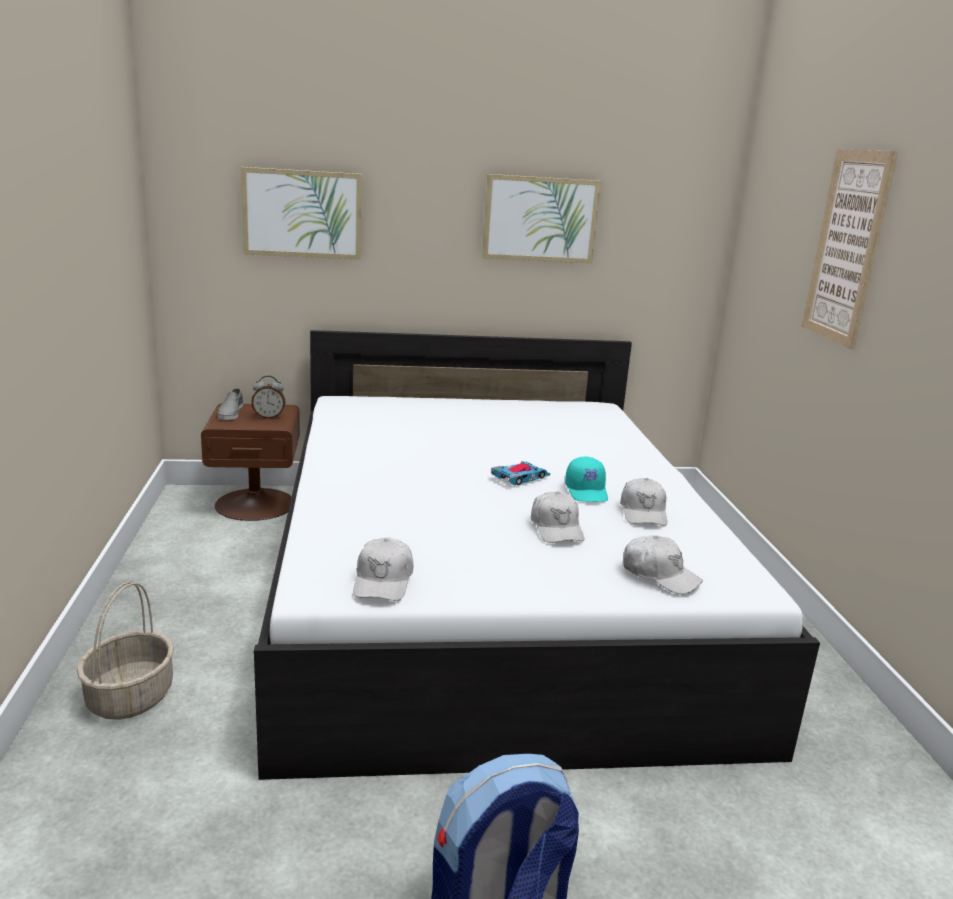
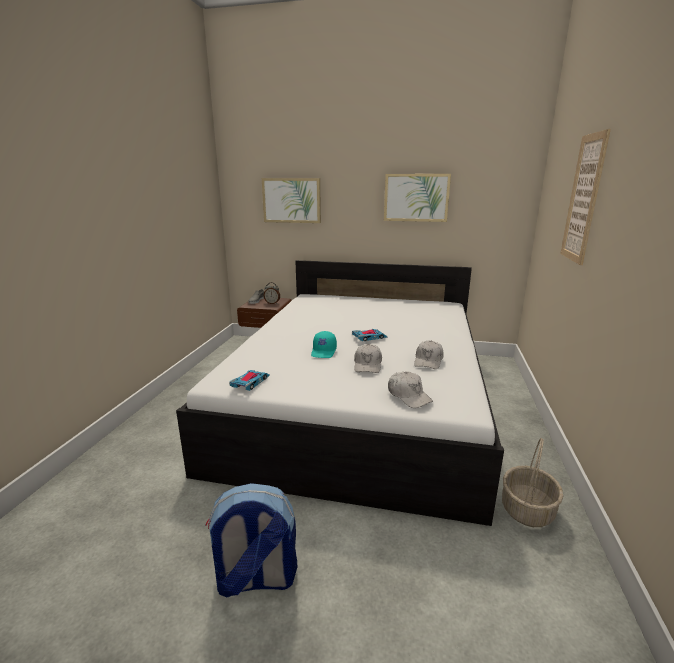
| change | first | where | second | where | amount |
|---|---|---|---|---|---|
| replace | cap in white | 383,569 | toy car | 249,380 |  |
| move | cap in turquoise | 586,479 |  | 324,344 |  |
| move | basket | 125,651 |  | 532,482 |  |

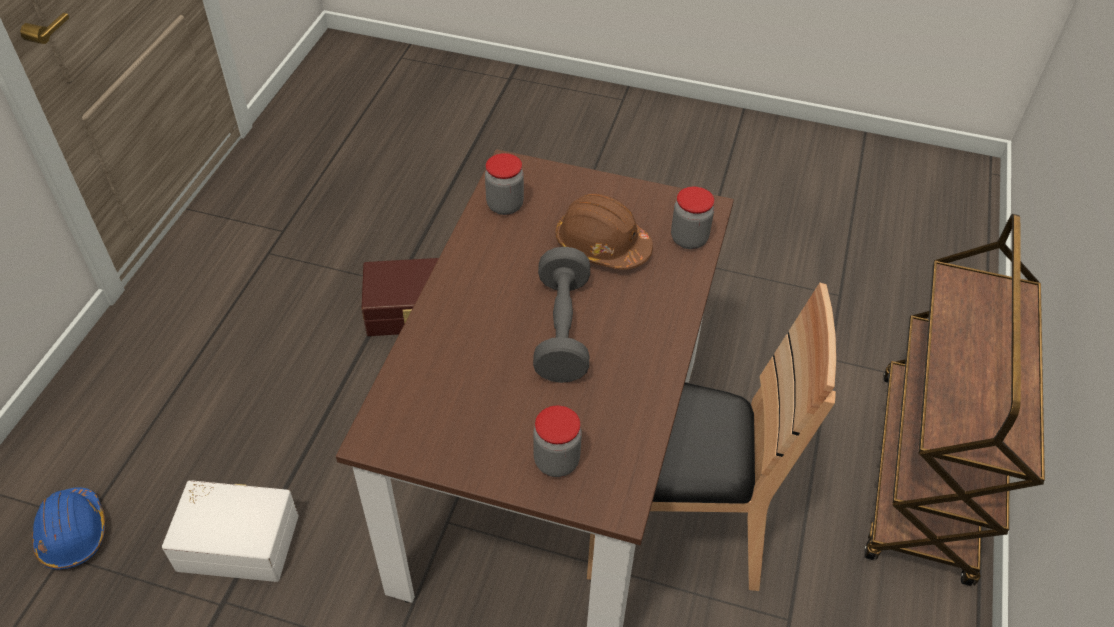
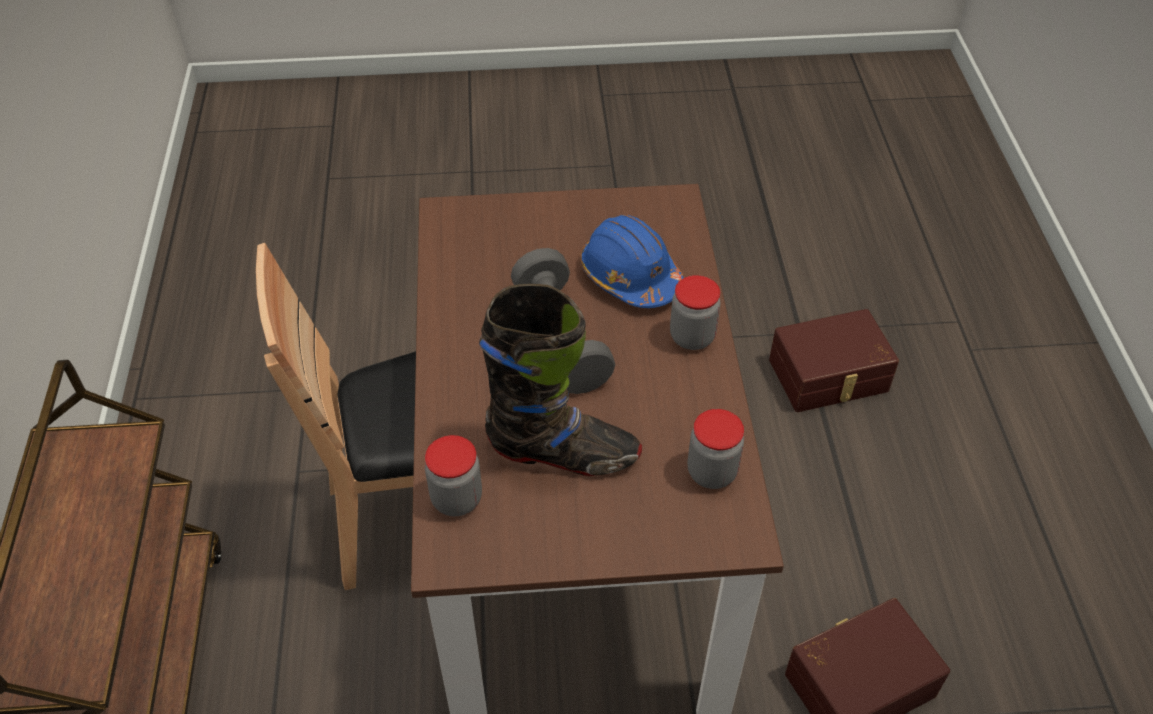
| change | first | where | second | where | amount |
|---|---|---|---|---|---|
| replace | hard hat in brown | 604,232 | boot in black | 560,380 |  |
| move | hard hat in blue | 68,529 |  | 631,261 |  |
| move | jar | 557,441 |  | 695,312 |  |
| recolor | storage box in white | 230,531 | storage box in brown | 834,360 |  |

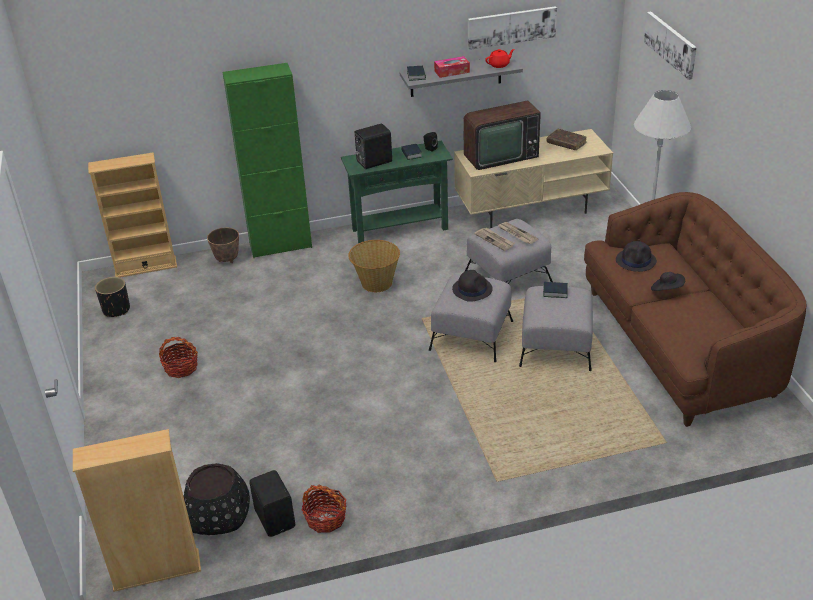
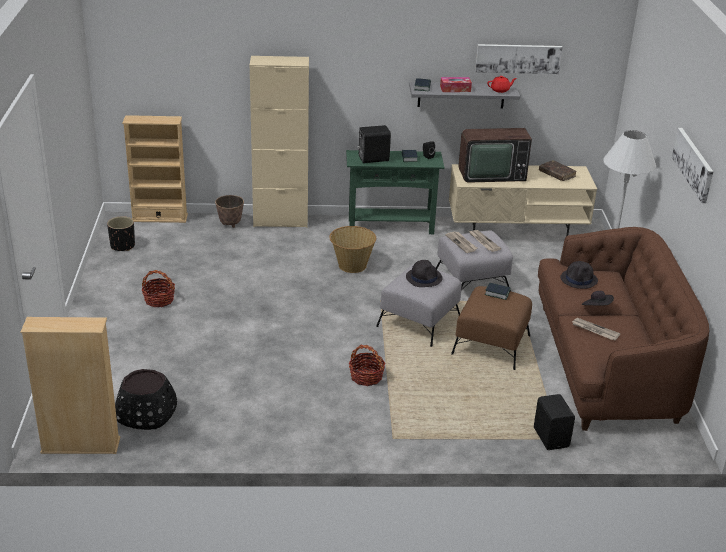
| change | first | where | second | where | amount |
|---|---|---|---|---|---|
| recolor | cabinet in green | 267,160 | cabinet in beige | 279,142 |  |
| move | basket | 324,509 |  | 367,365 |  |
| recolor | ottoman in grey | 556,328 | ottoman in brown | 491,328 |  |
| move | speaker in black | 272,503 |  | 554,422 |  |
| insert |  |  | newspaper | 596,329 |  |
| move | picture | 670,46 |  | 692,165 |  |

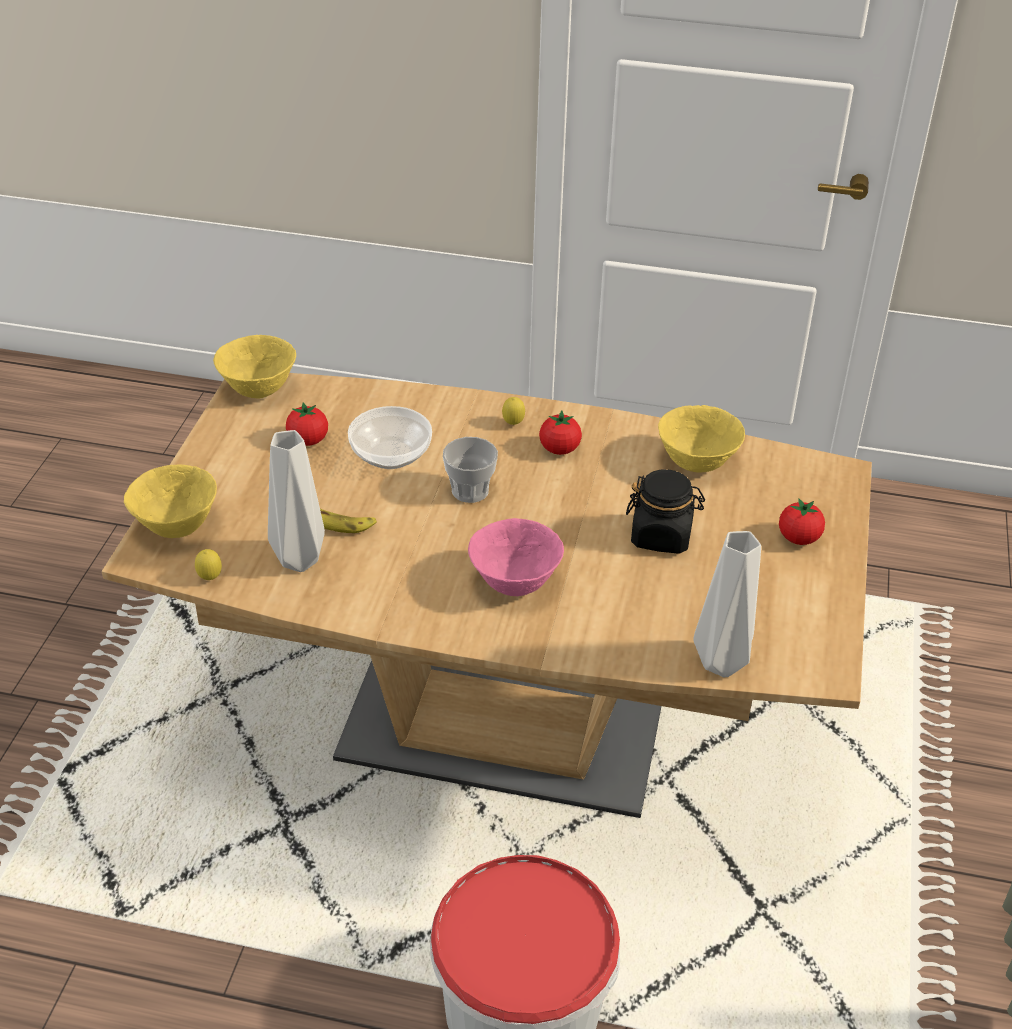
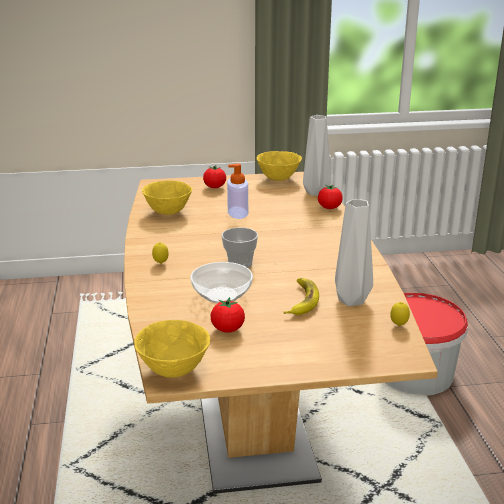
| change | first | where | second | where | amount |
|---|---|---|---|---|---|
| replace | jar in black | 665,511 | soap dispenser | 237,191 |  |
| move | bowl in yellow | 170,501 |  | 279,166 |  |
| move | tomato | 560,432 |  | 330,197 |  |
| delete | bowl in pink | 516,557 |  |  |  |

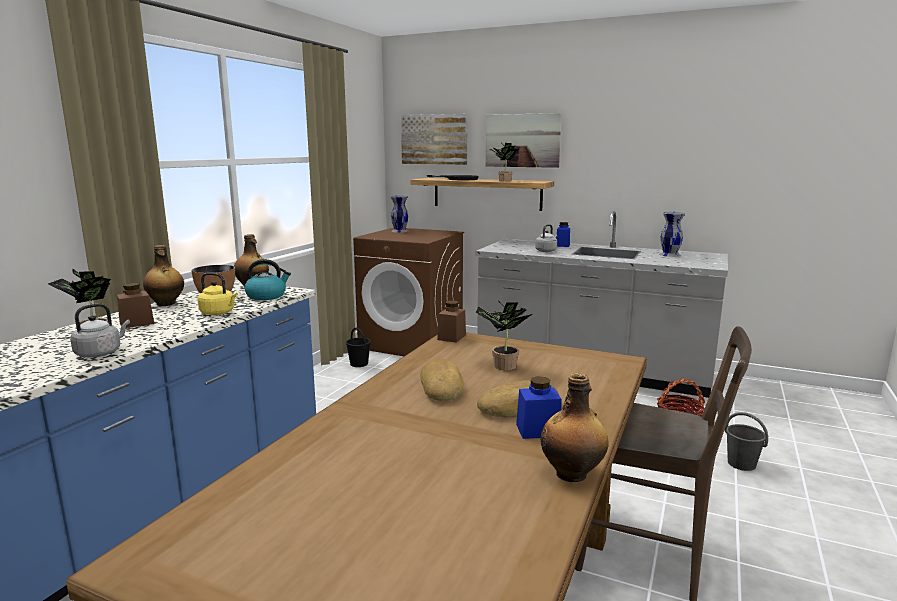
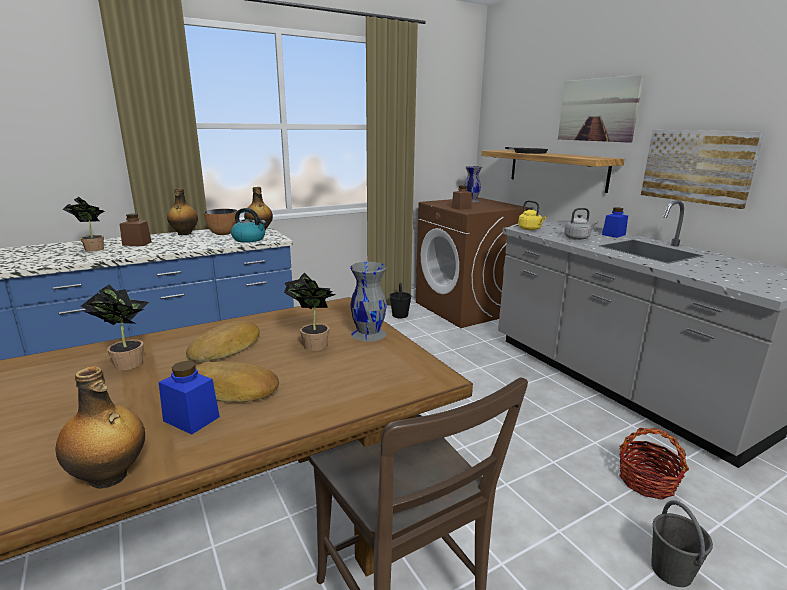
| change | first | where | second | where | amount |
|---|---|---|---|---|---|
| move | potted plant | 504,162 |  | 115,327 |  |
| move | vase in grey | 672,234 |  | 368,302 |  |
| move | jar in brown | 451,322 |  | 462,198 |  |
| move | kettle in yellow | 218,293 |  | 532,215 |  |
| move | picture | 434,139 |  | 703,169 |  |
| delete | kettle in grey | 100,330 |  |  |  |

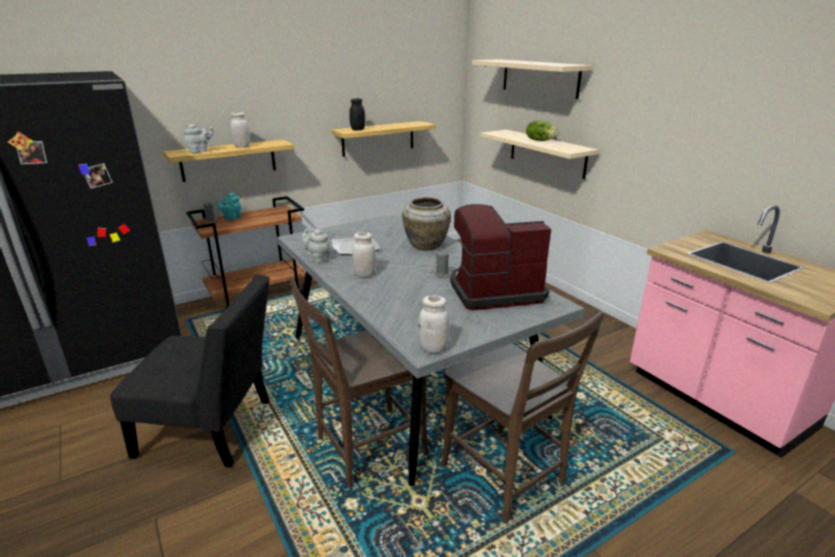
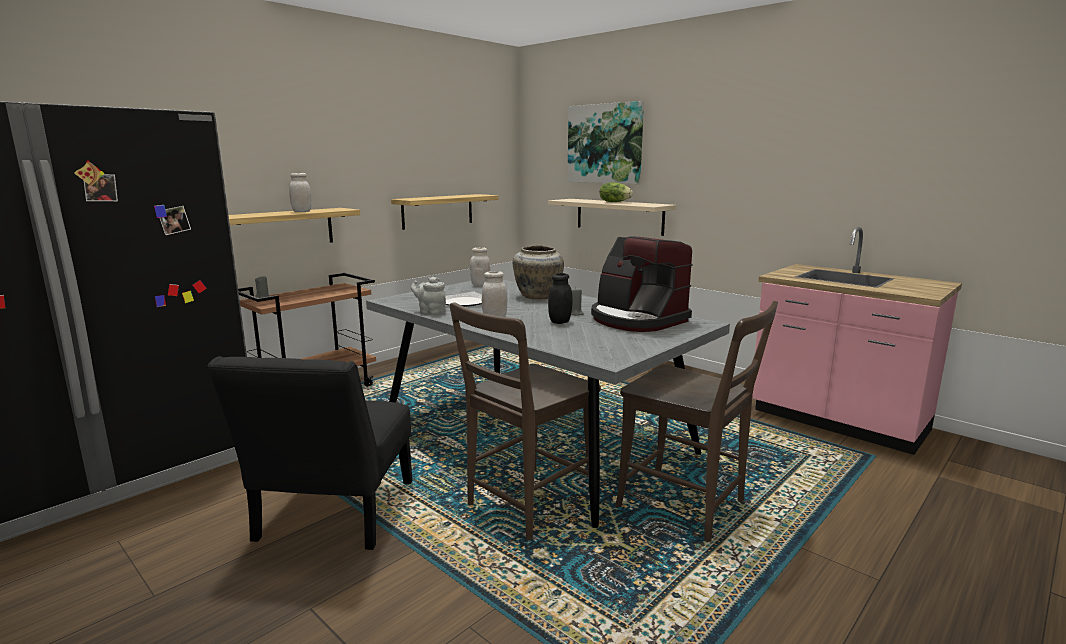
| change | first | where | second | where | amount |
|---|---|---|---|---|---|
| rotate | chair in black | 190,371 |  | 310,453 | 105 degrees clockwise |
| move | jar in white | 433,324 |  | 480,266 |  |
| move | jar in black | 357,114 |  | 560,298 |  |
| replace | shelf in beige | 532,79 | picture | 605,142 |  |
| rotate | coffee machine | 500,257 |  | 642,284 | 105 degrees counterclockwise |
| delete | teapot in grey | 198,138 |  |  |  |
| delete | teapot in turquoise | 229,206 |  |  |  |

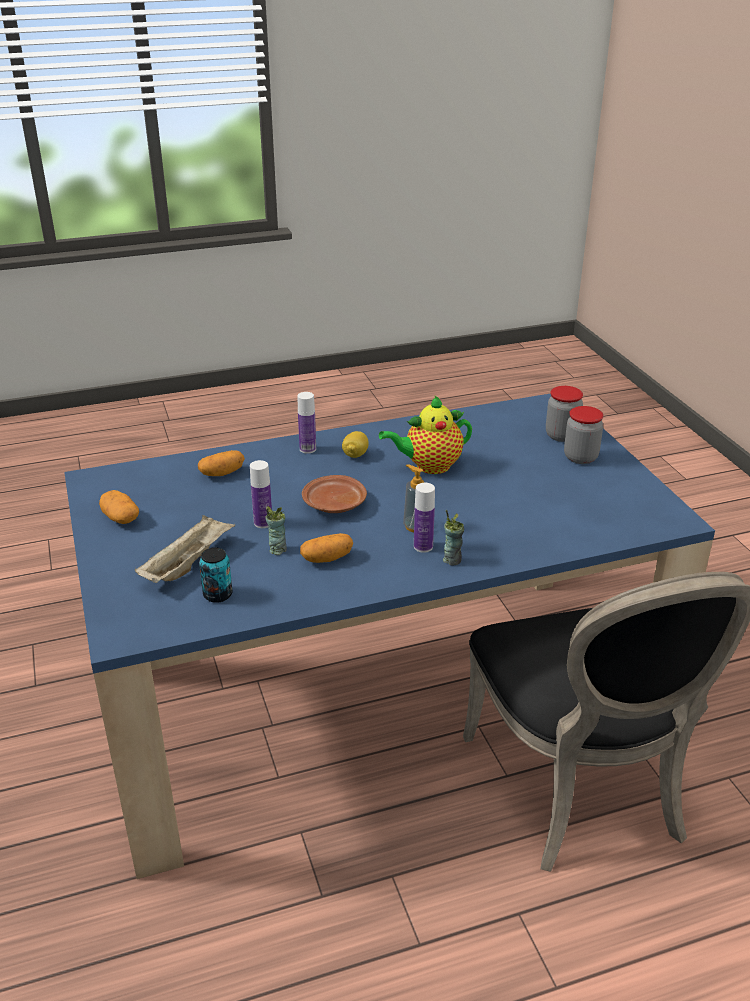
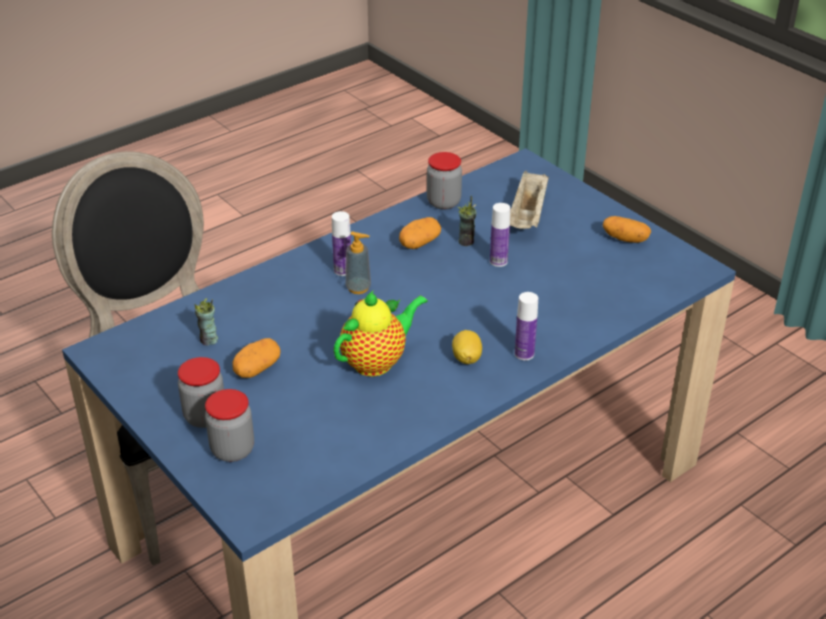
| change | first | where | second | where | amount |
|---|---|---|---|---|---|
| move | cup | 453,537 |  | 206,322 |  |
| move | potato | 221,463 |  | 256,358 |  |
| insert |  |  | jar | 444,181 |  |
| delete | can | 215,575 |  |  |  |
| delete | plate in brown | 334,494 |  |  |  |

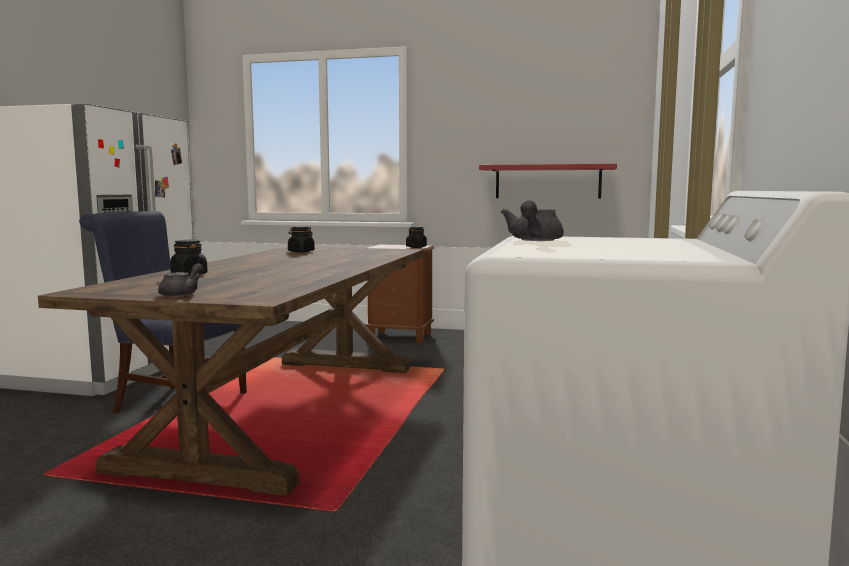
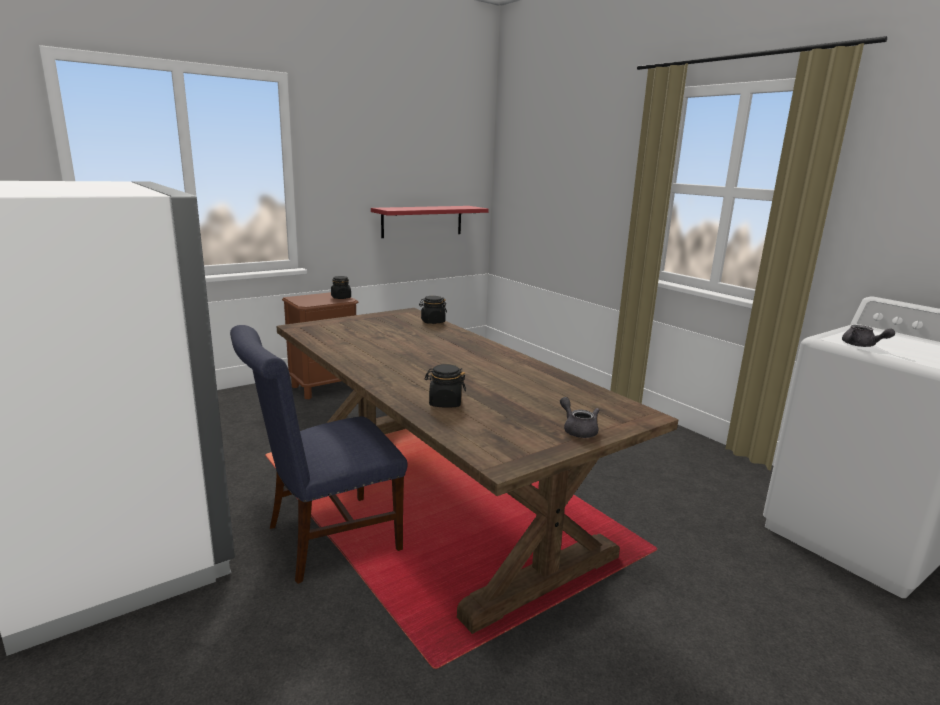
| change | first | where | second | where | amount |
|---|---|---|---|---|---|
| move | jar in black | 301,239 |  | 433,310 |  |

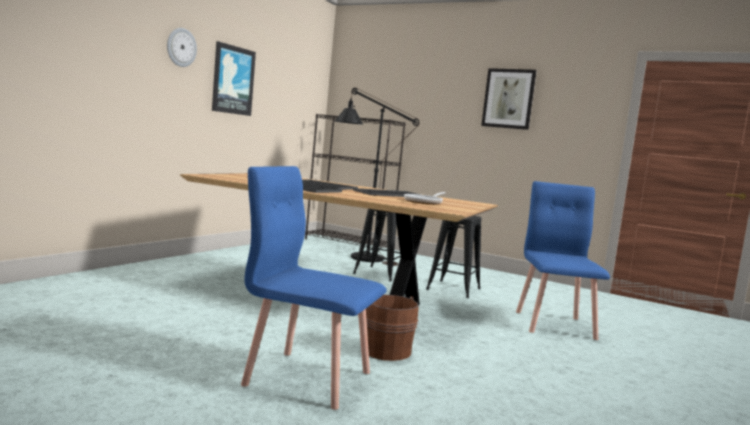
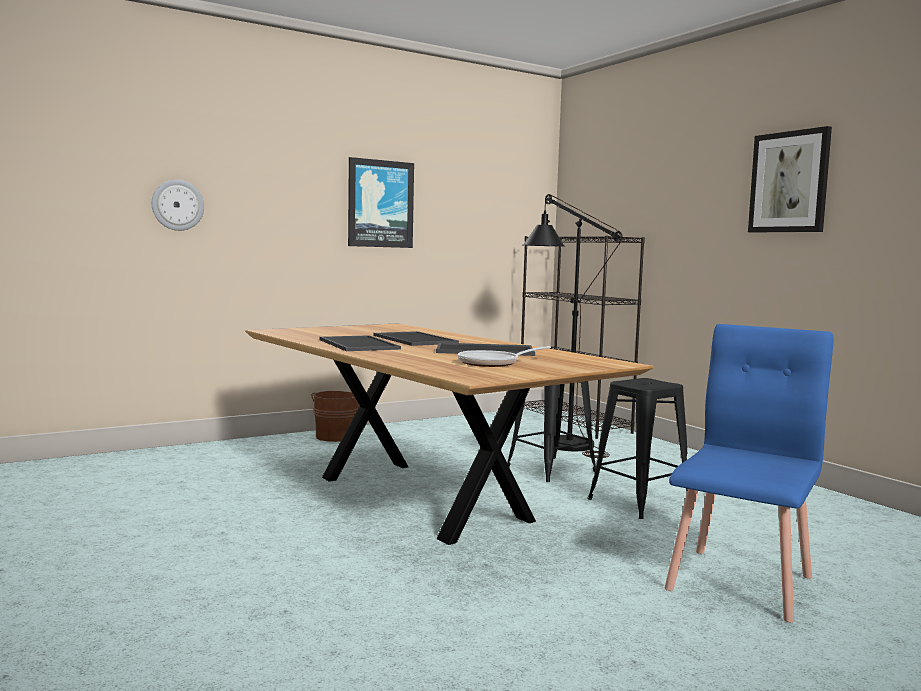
| change | first | where | second | where | amount |
|---|---|---|---|---|---|
| move | wall clock | 182,47 |  | 178,205 |  |
| move | bucket in brown | 392,327 |  | 335,416 |  |
| delete | chair in blue | 314,288 |  |  |  |

